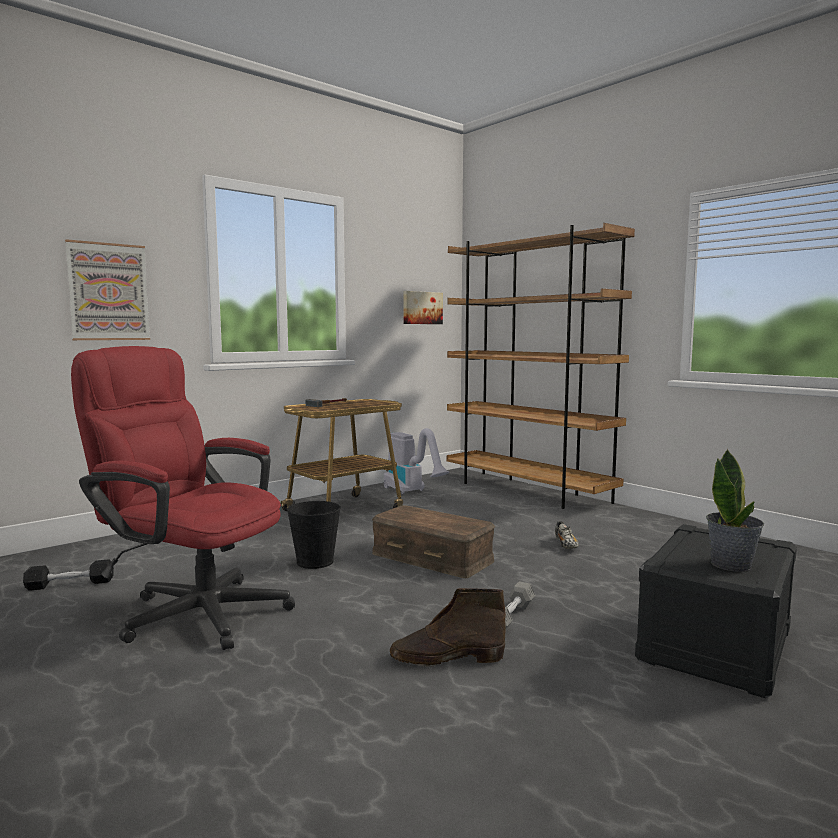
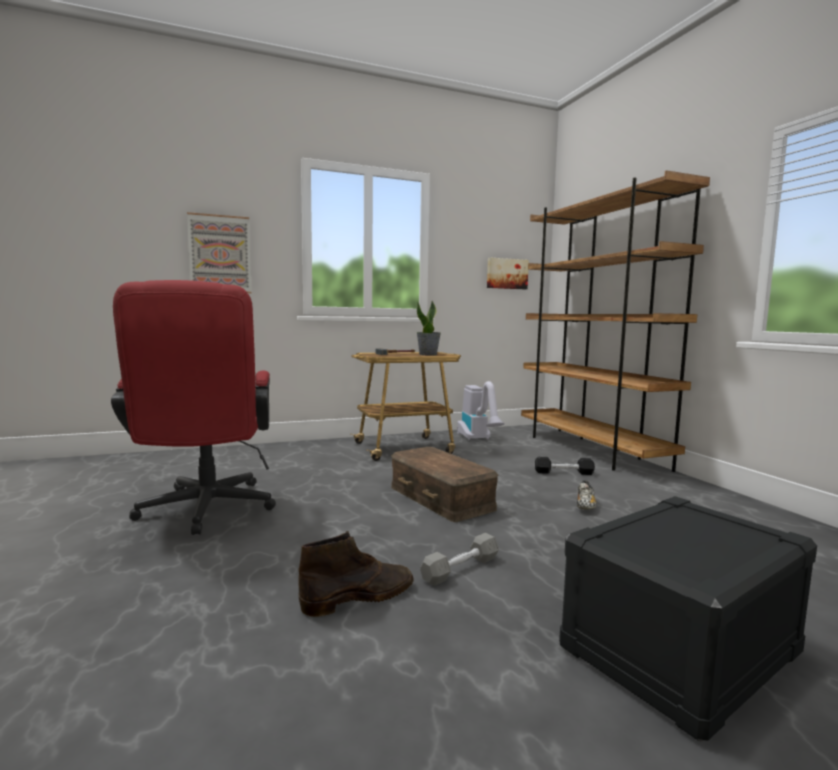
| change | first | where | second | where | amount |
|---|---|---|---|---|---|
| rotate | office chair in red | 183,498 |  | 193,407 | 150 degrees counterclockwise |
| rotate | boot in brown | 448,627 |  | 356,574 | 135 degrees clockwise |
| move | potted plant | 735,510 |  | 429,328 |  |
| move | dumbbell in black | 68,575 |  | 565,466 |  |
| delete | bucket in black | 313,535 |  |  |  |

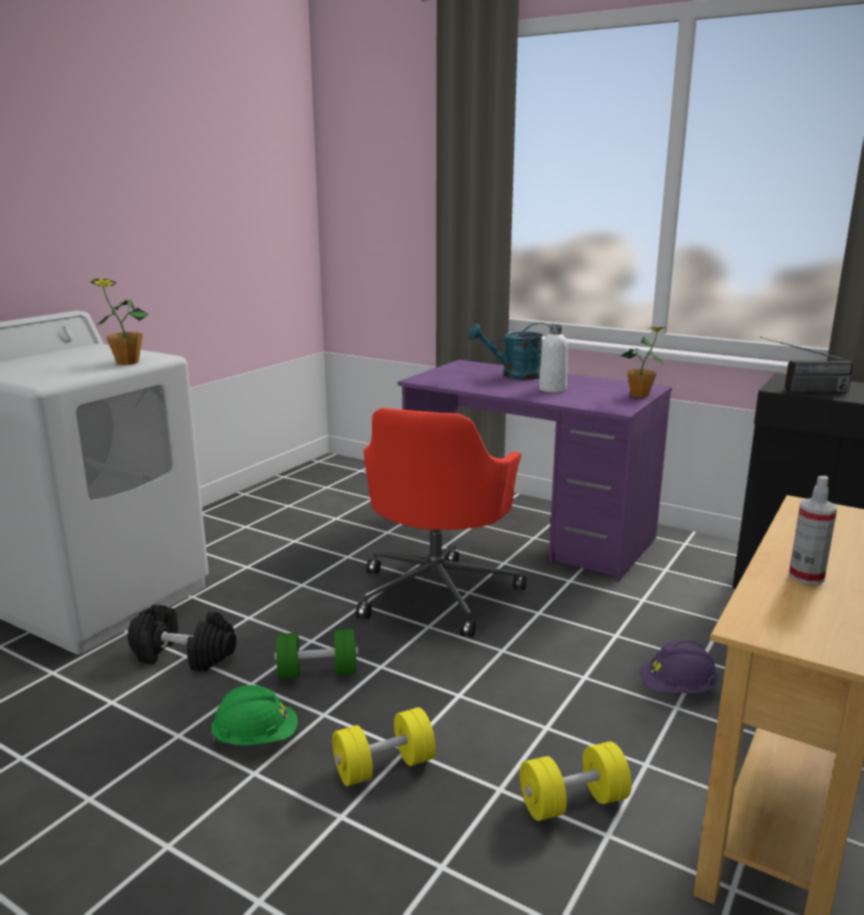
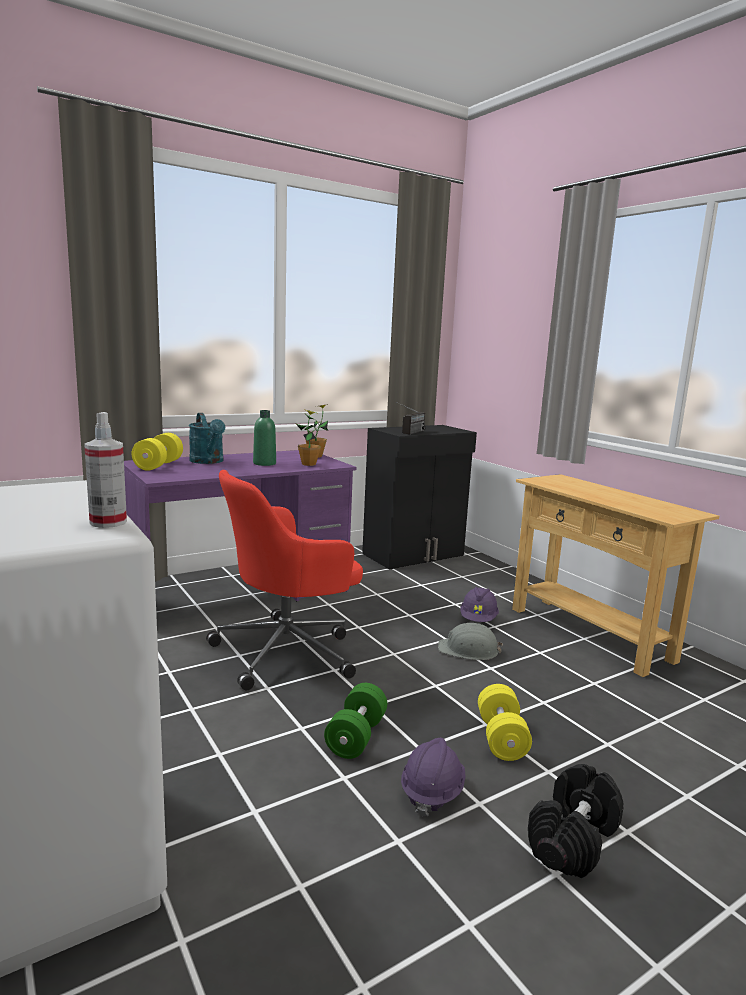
| change | first | where | second | where | amount |
|---|---|---|---|---|---|
| move | spray bottle | 813,530 |  | 105,470 |  |
| move | dumbbell in yellow | 576,781 |  | 157,452 |  |
| rotate | watering can in turquoise | 509,351 |  | 207,438 | 45 degrees counterclockwise |
| rotate | office chair in red | 441,522 |  | 284,580 | 105 degrees clockwise |
| recolor | bottle in white | 553,358 | bottle in green | 264,438 |  |
| move | potted plant | 119,322 |  | 311,438 |  |
| recolor | hard hat in green | 254,715 | hard hat in purple | 433,777 |  |
| insert |  |  | hard hat in grey | 470,641 |  |
| move | dumbbell in black | 182,638 |  | 576,821 |  |

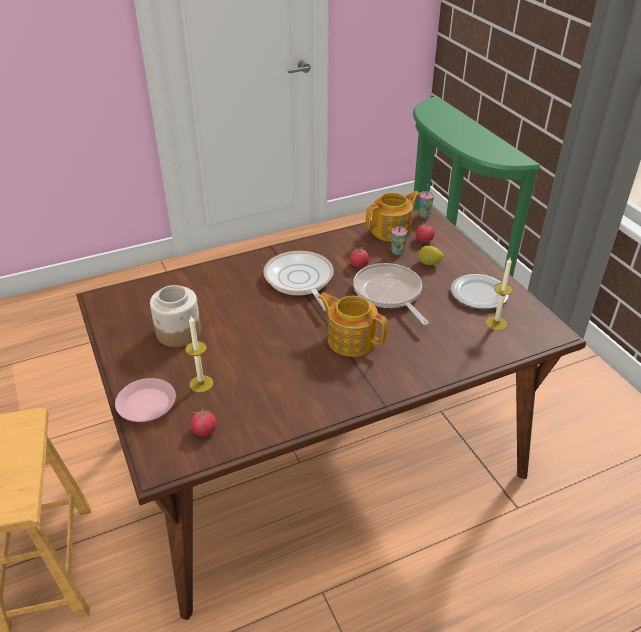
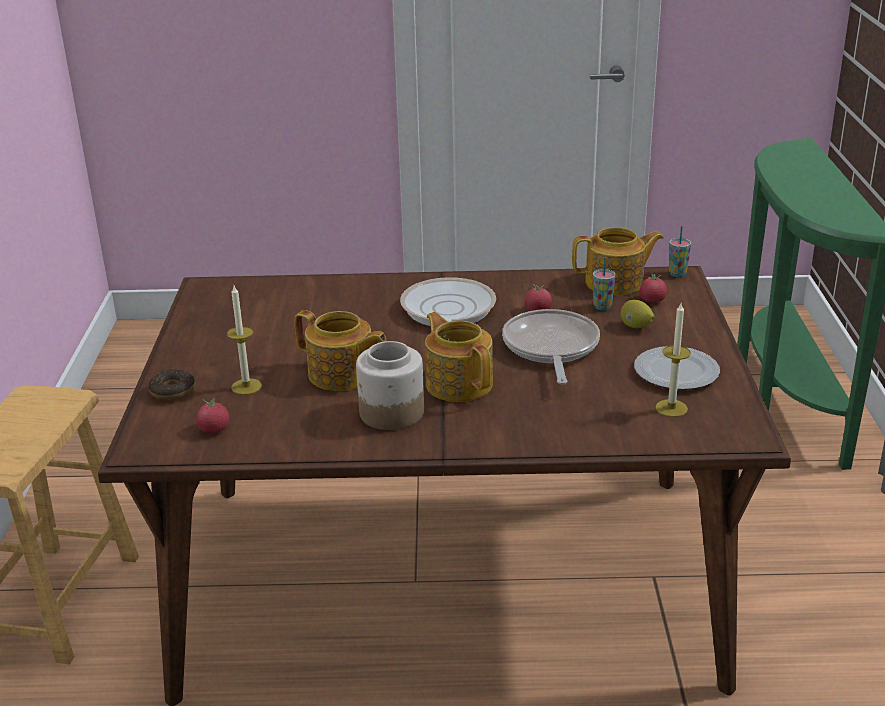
| change | first | where | second | where | amount |
|---|---|---|---|---|---|
| replace | plate in pink | 145,400 | donut | 171,385 |  |
| insert |  |  | teapot | 340,350 |  |
| move | jar | 175,316 |  | 390,385 |  |

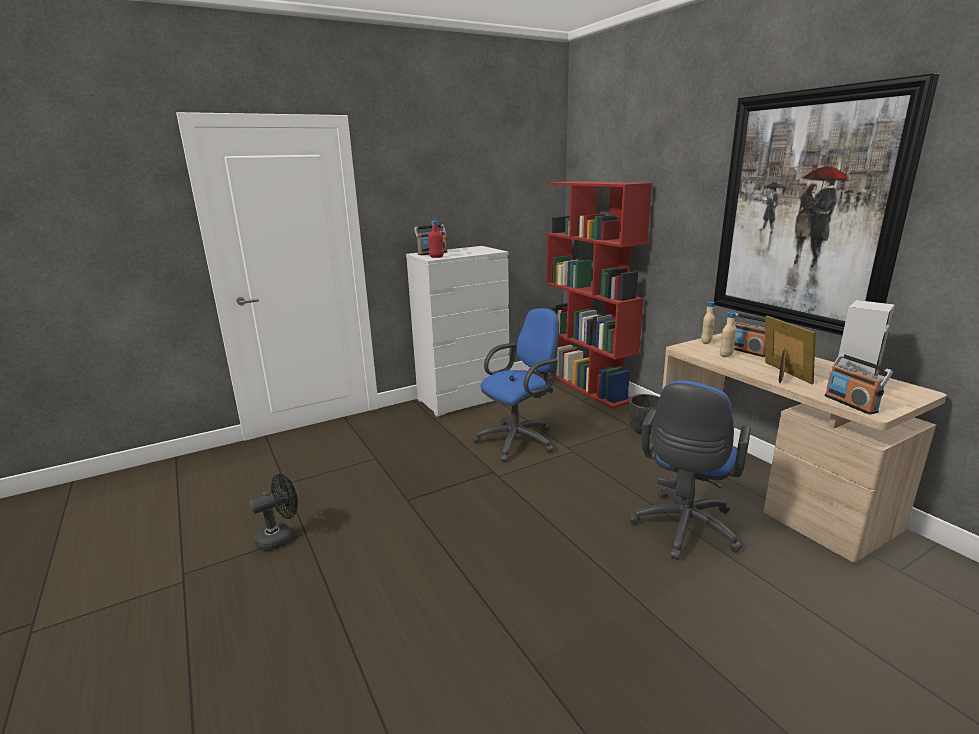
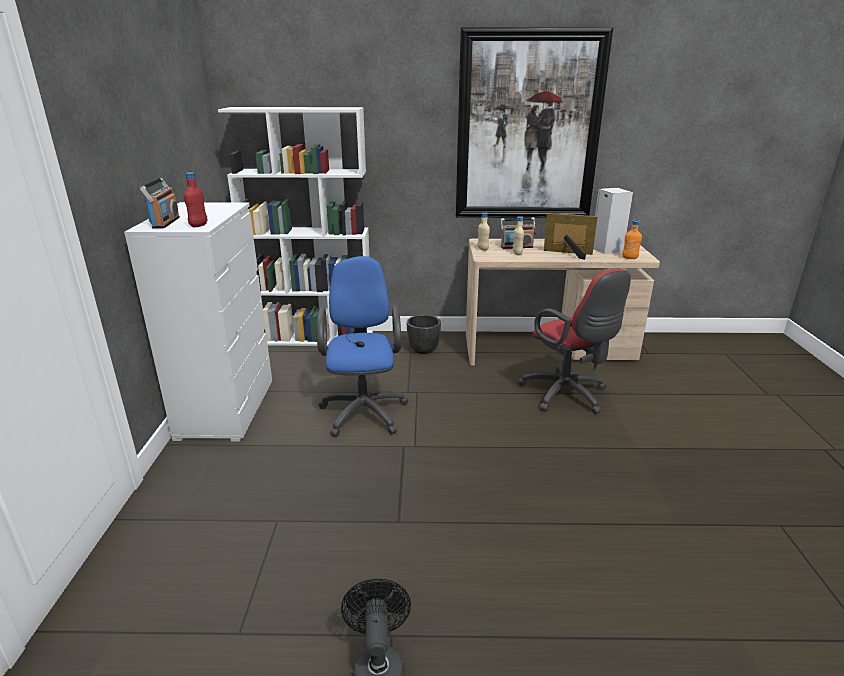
| change | first | where | second | where | amount |
|---|---|---|---|---|---|
| recolor | bookcase in red | 599,294 | bookcase in white | 295,226 |  |
| recolor | office chair in blue | 690,470 | office chair in red | 574,341 |  |
| replace | radio | 859,384 | bottle in orange | 632,239 |  |

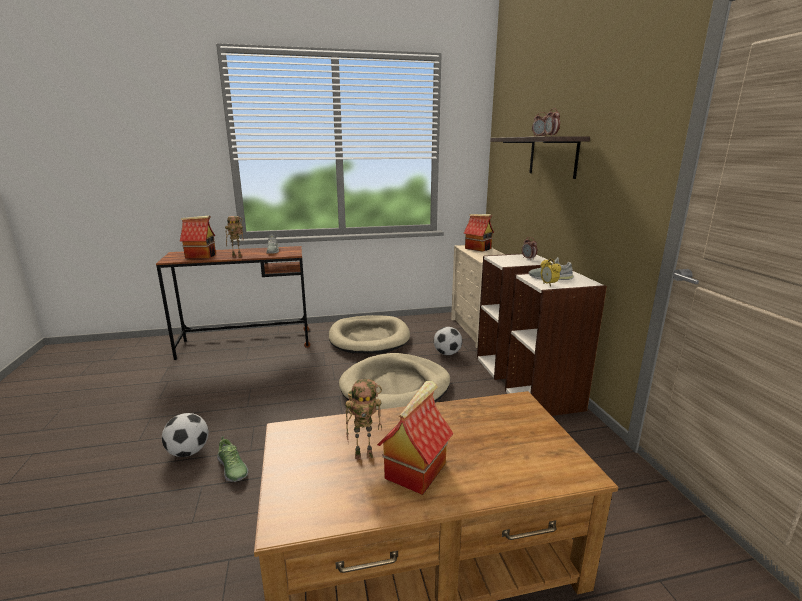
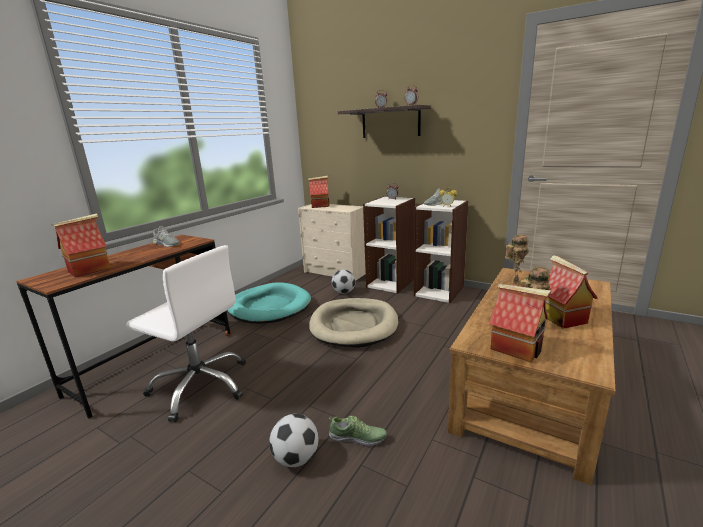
| change | first | where | second | where | amount |
|---|---|---|---|---|---|
| insert |  |  | office chair in white | 186,333 |  |
| recolor | dog bed in beige | 369,334 | dog bed in turquoise | 269,303 |  |
| insert |  |  | toy house | 520,323 |  |
| move | toy robot | 234,236 |  | 517,260 |  |

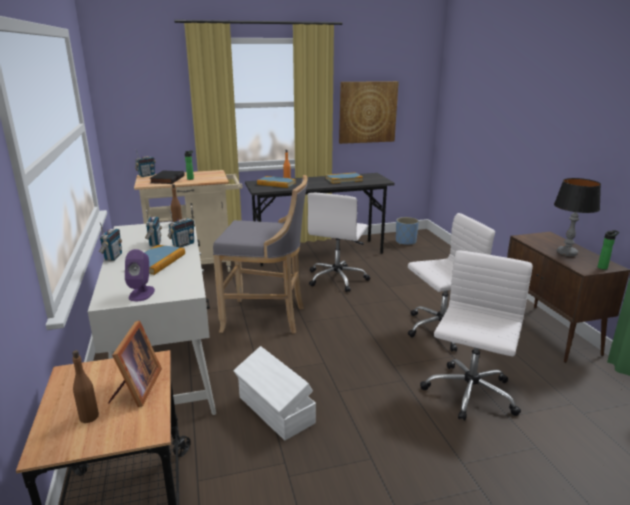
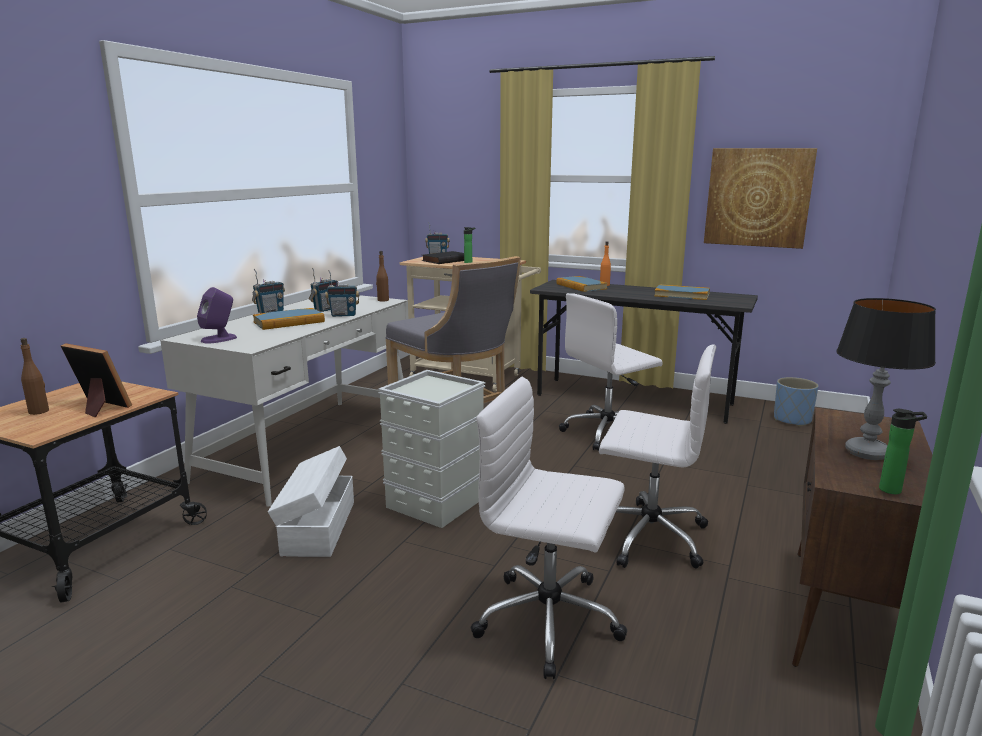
| change | first | where | second | where | amount |
|---|---|---|---|---|---|
| rotate | picture frame | 135,363 |  | 96,380 | 105 degrees counterclockwise |
| insert |  |  | storage box in grey | 431,449 |  |
| rotate | office chair in white | 476,335 |  | 548,528 | 135 degrees counterclockwise |

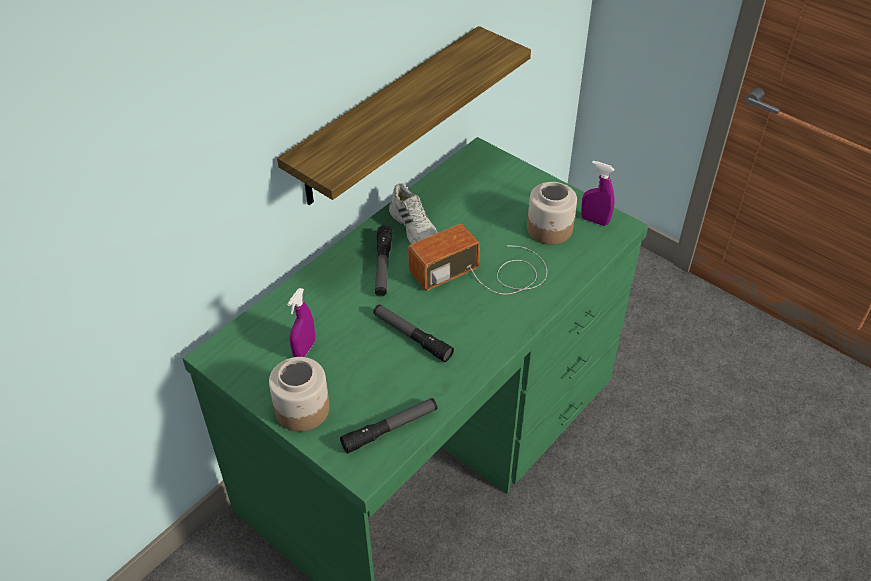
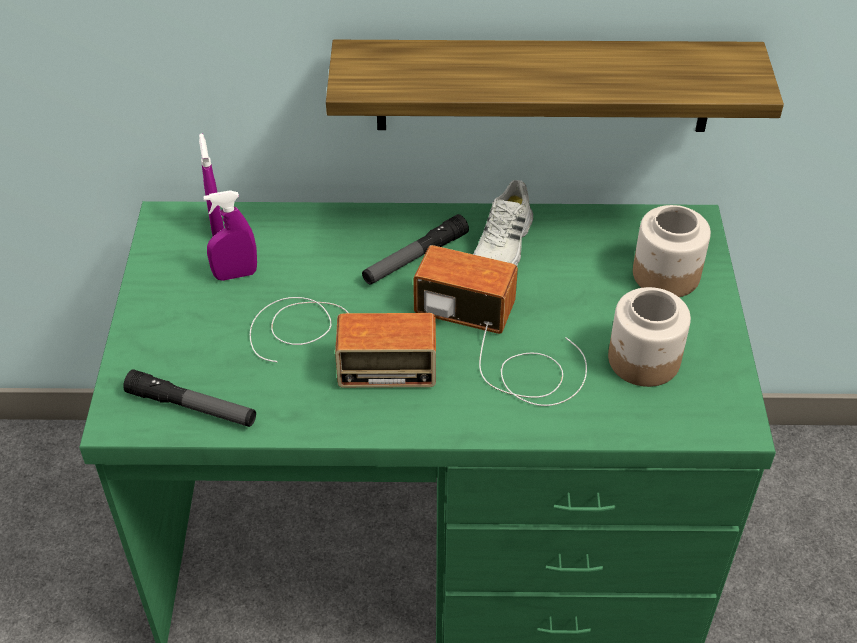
| change | first | where | second | where | amount |
|---|---|---|---|---|---|
| move | spray bottle in purple | 598,193 |  | 211,185 |  |
| replace | flashlight | 413,333 | radio | 343,342 |  |
| move | jar | 299,394 |  | 672,251 |  |

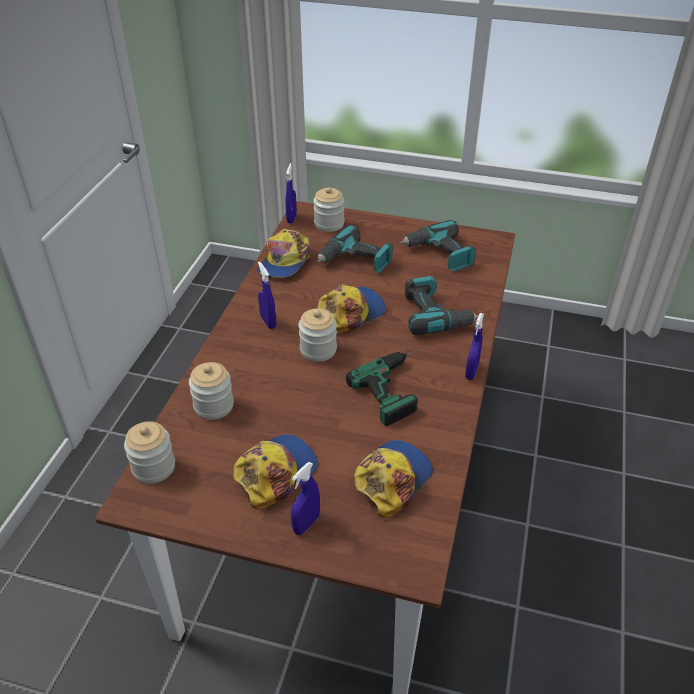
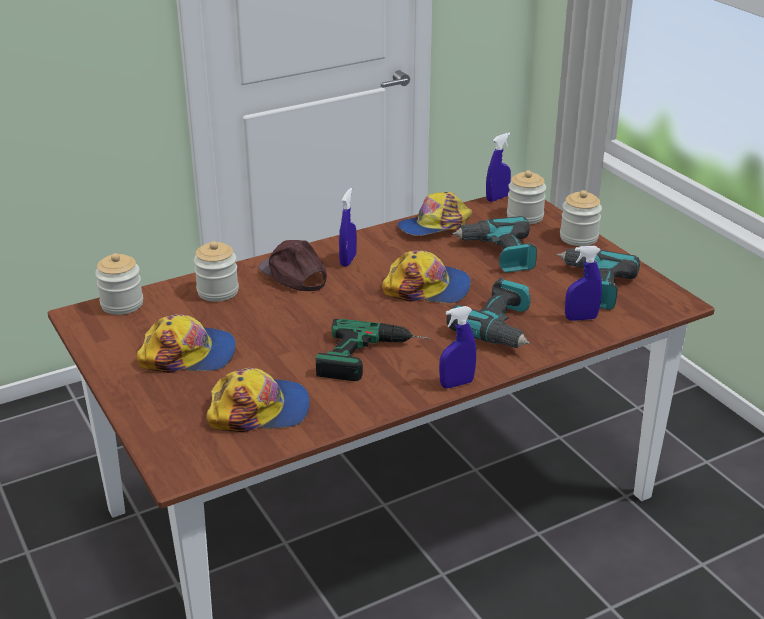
| change | first | where | second | where | amount |
|---|---|---|---|---|---|
| insert |  |  | cap in brown | 293,265 |  |
| move | jar | 317,335 |  | 581,218 |  |
| move | spray bottle in blue | 305,498 |  | 583,283 |  |

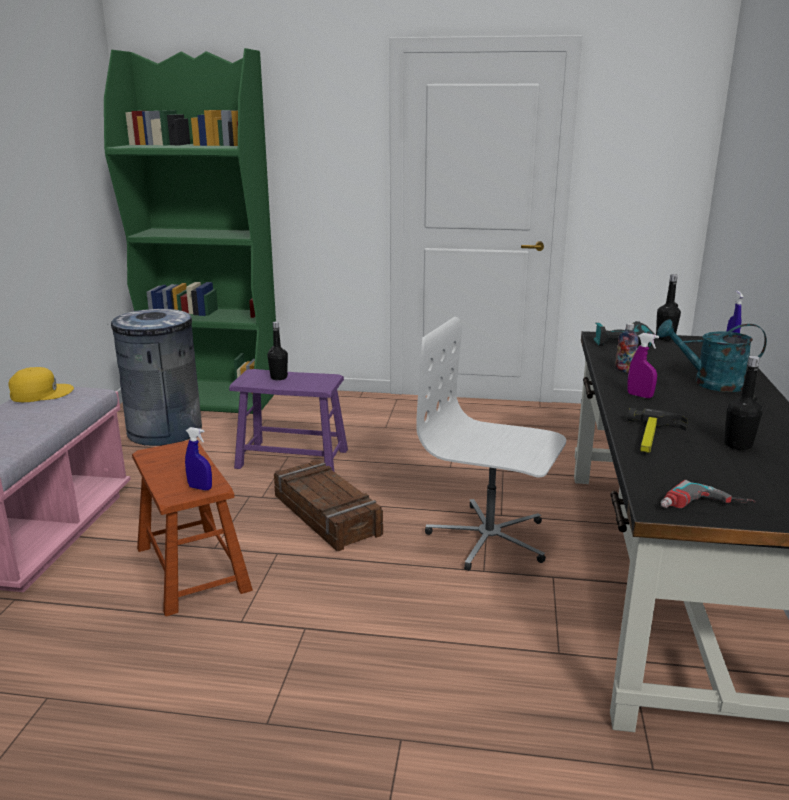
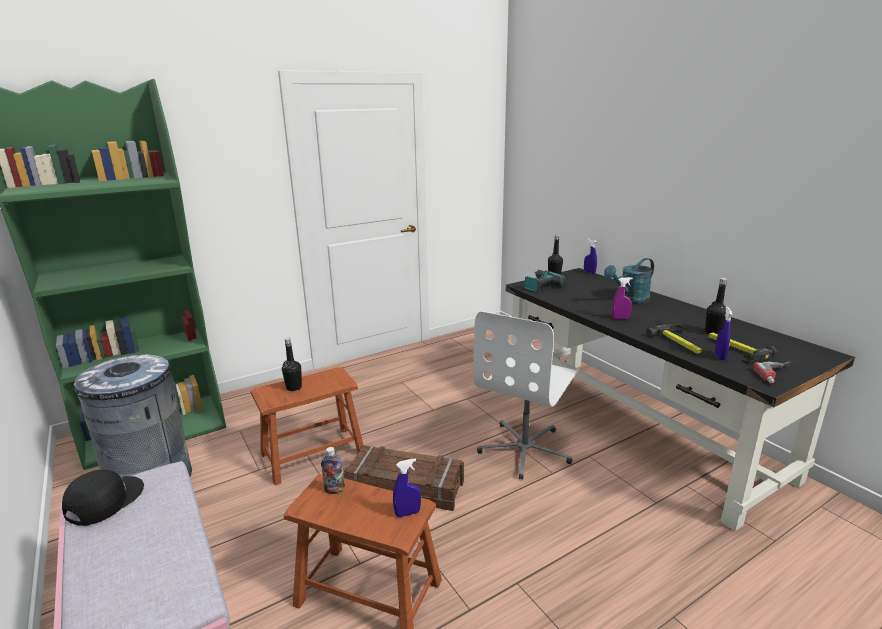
| change | first | where | second | where | amount |
|---|---|---|---|---|---|
| recolor | cap in yellow | 41,384 | cap in black | 103,498 |  |
| recolor | stool in purple | 288,420 | stool in brown | 306,426 |  |
| move | bottle | 626,348 |  | 333,470 |  |
| rotate | office chair in white | 491,444 |  | 525,395 | 45 degrees counterclockwise |
| insert |  |  | hammer | 743,348 |  |
| insert |  |  | spray bottle in blue | 724,333 |  |

